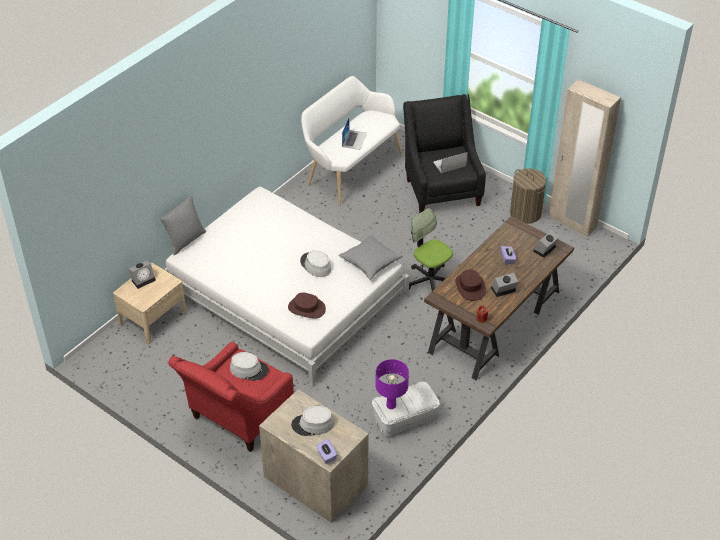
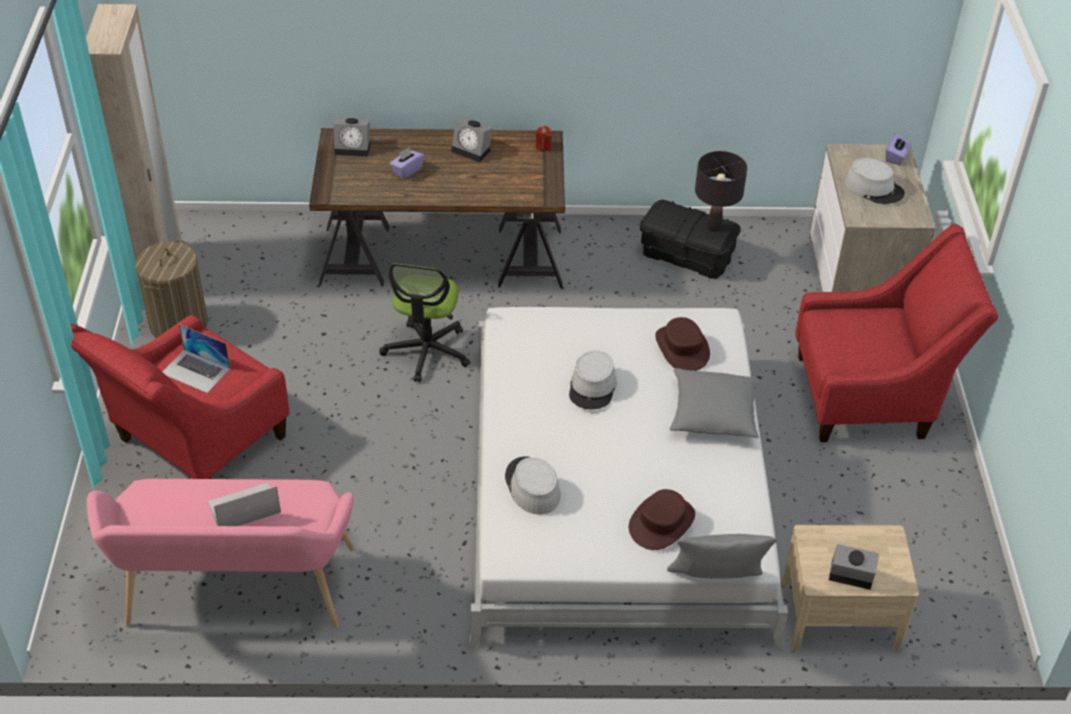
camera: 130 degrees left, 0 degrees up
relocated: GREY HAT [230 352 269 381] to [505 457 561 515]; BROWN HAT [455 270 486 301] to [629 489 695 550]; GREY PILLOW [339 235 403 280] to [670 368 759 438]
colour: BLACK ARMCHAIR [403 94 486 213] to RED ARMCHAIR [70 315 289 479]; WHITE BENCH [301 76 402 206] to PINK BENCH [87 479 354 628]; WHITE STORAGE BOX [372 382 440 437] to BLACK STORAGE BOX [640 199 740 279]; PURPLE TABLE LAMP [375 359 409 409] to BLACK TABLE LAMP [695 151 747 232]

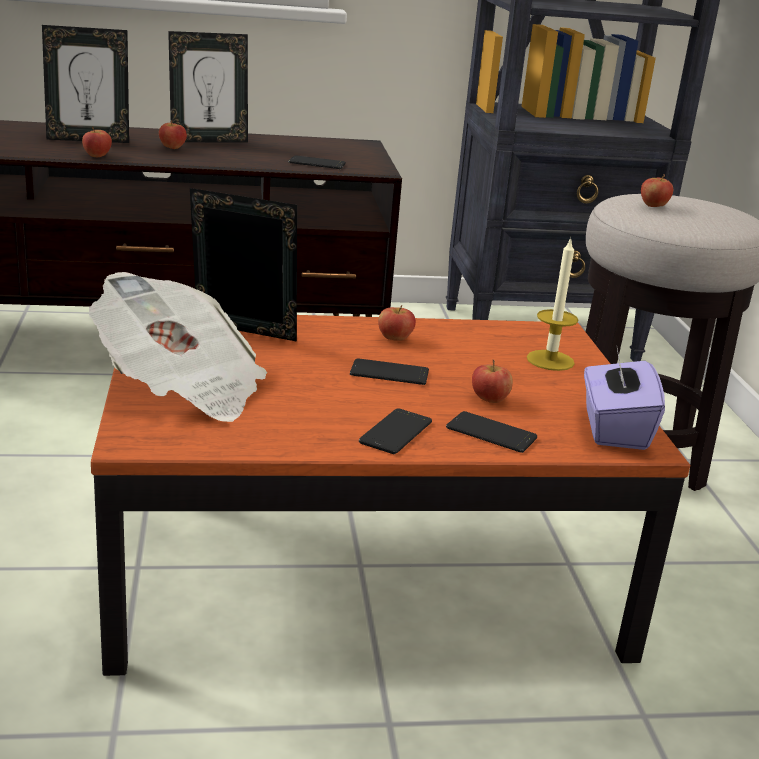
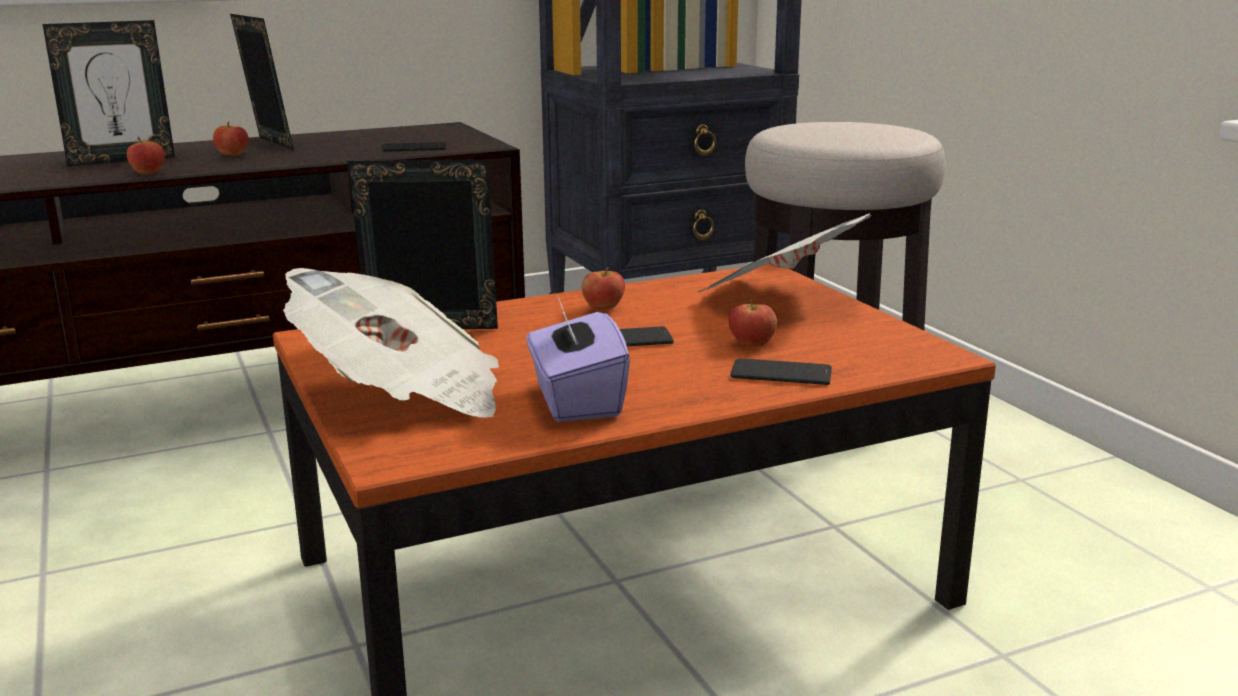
camera: 15 degrees left, 5 degrees down
missing: PHONE [359 408 432 454]; APPLE [641 174 673 207]
relocated: PURPLE TISSUE BOX [584 348 665 450] to [527 297 630 422]
exchanged: CANDLE [527 237 578 371] to NEWSPAPER [698 213 872 292]
spun: PICTURE FRAME [168 31 248 143] = [230 14 294 150] 90 degrees counterclockwise

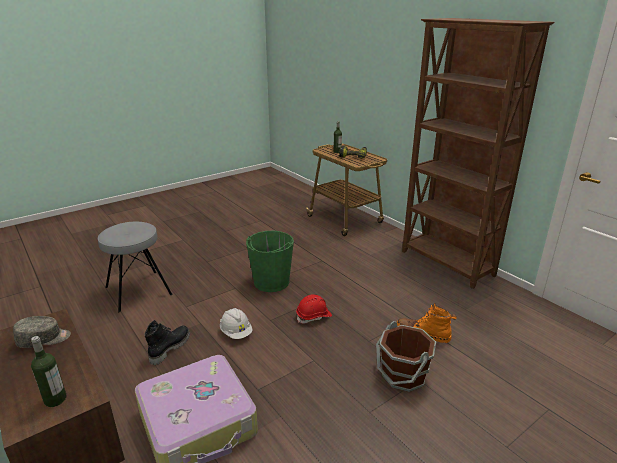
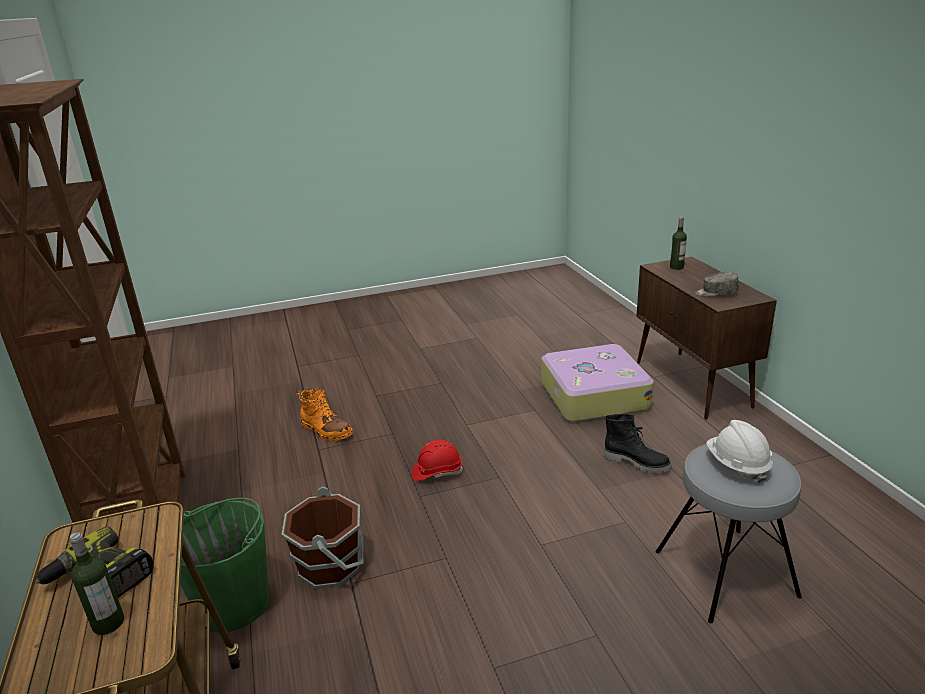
camera: 160 degrees left, 0 degrees up
relocated: GREEN BUCKET [246 231 294 292] to [176 498 270 632]; BROWN BUCKET [376 321 436 392] to [282 486 364 589]; WHITE HARD HAT [220 308 253 339] to [706 420 773 483]
spun: BLACK BOOT [144 320 190 365] = [604 414 671 473] 105 degrees counterclockwise

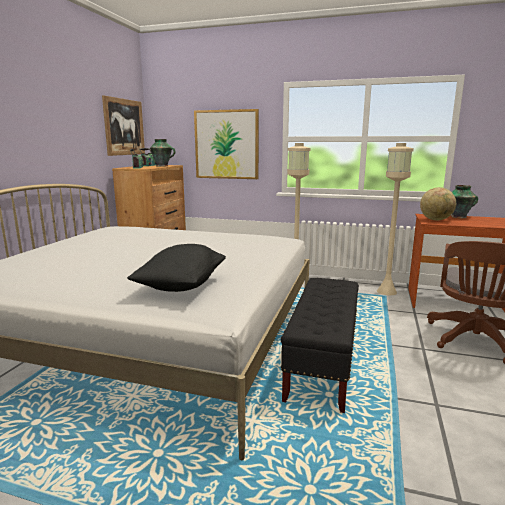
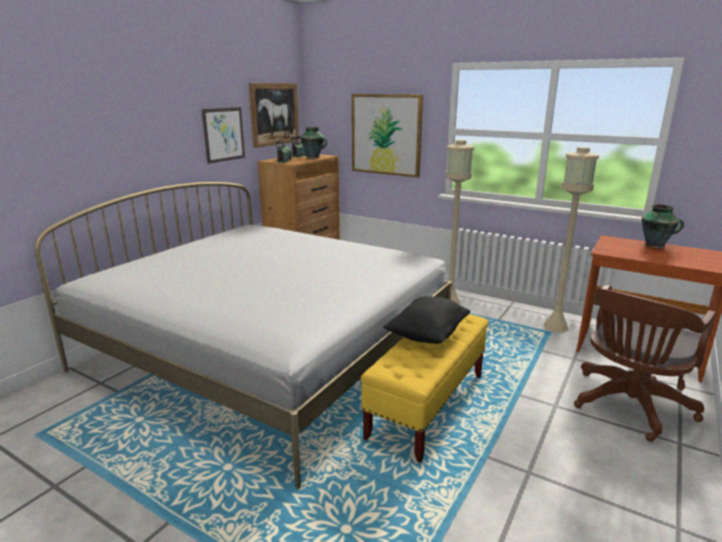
camera: 15 degrees right, 5 degrees up
missing: GLOBE [420 187 456 221]
appeared: PICTURE [202 107 245 164]
relocated: BLACK PILLOW [127 244 226 292] to [383 296 470 344]
colour: BLACK BENCH [281 278 359 413] to YELLOW BENCH [361 314 489 463]

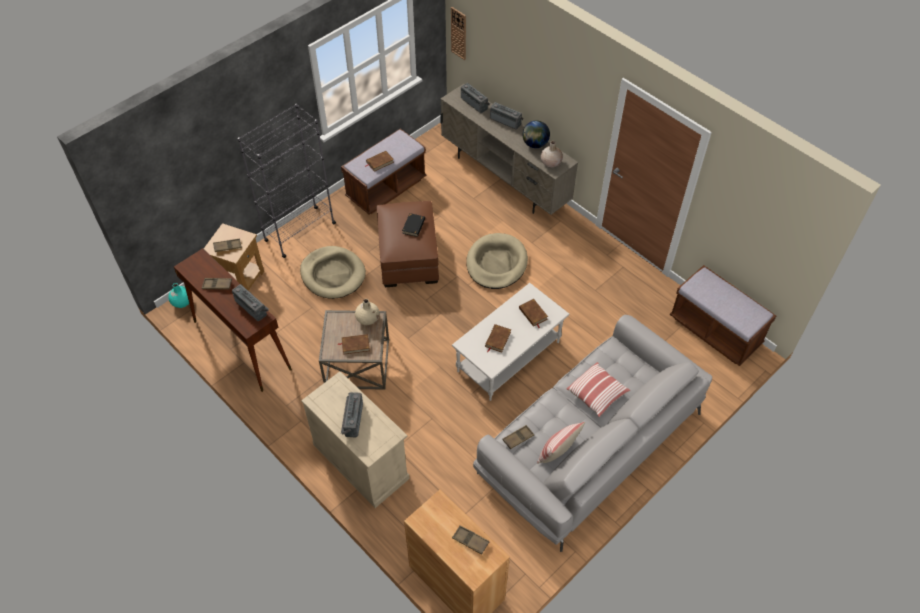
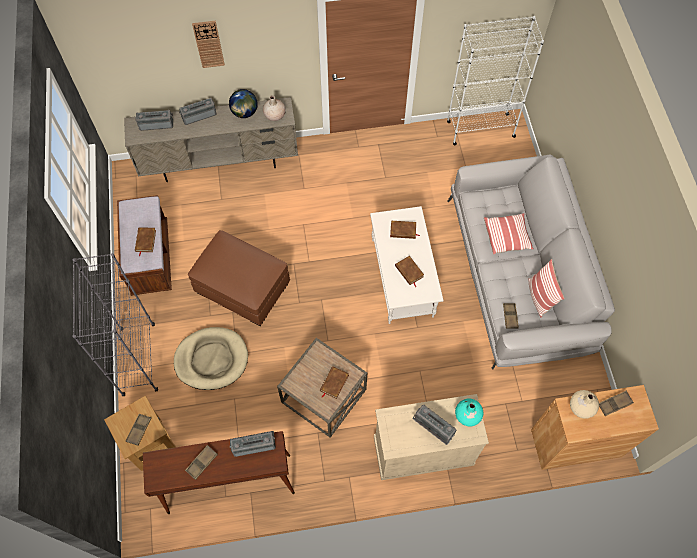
camera: 55 degrees left, 10 degrees up
missing: BLACK BOOK [402 213 425 237]; BEIGE DOG BED [466 233 528 289]
relocated: WALL CLOCK [451 7 466 60] to [192 21 225 68]; TURQUOISE VASE [168 283 189 308] to [455 399 483 426]; BEIGE VASE [355 299 380 325] to [570 390 599 419]
exchanged: BROWN BENCH [670 265 776 366] to WHITE BOOKCASE [447 16 544 145]

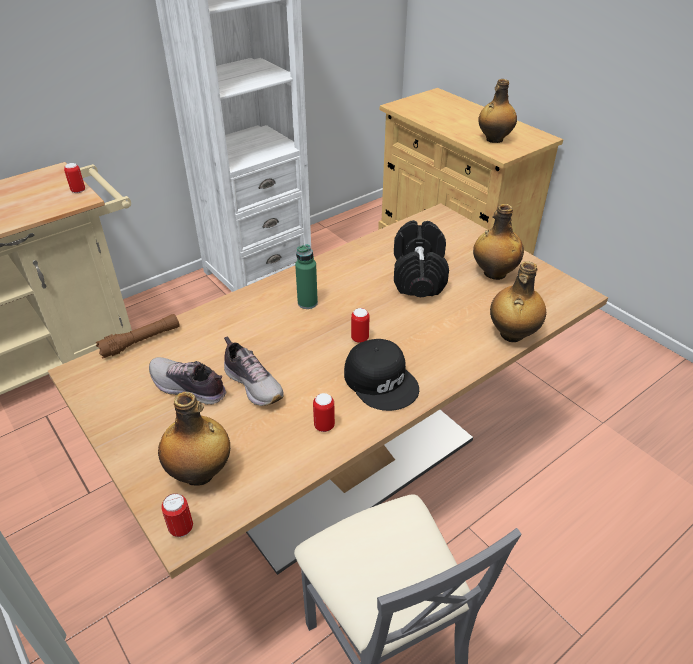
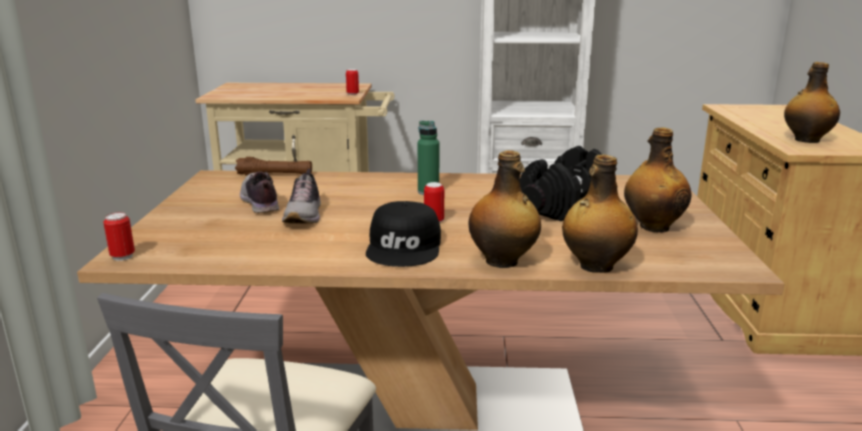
camera: 40 degrees right, 20 degrees down
missing: CAN [313 393 335 432]
relocated: BOTTLE [158 392 230 485] to [468 151 541 268]

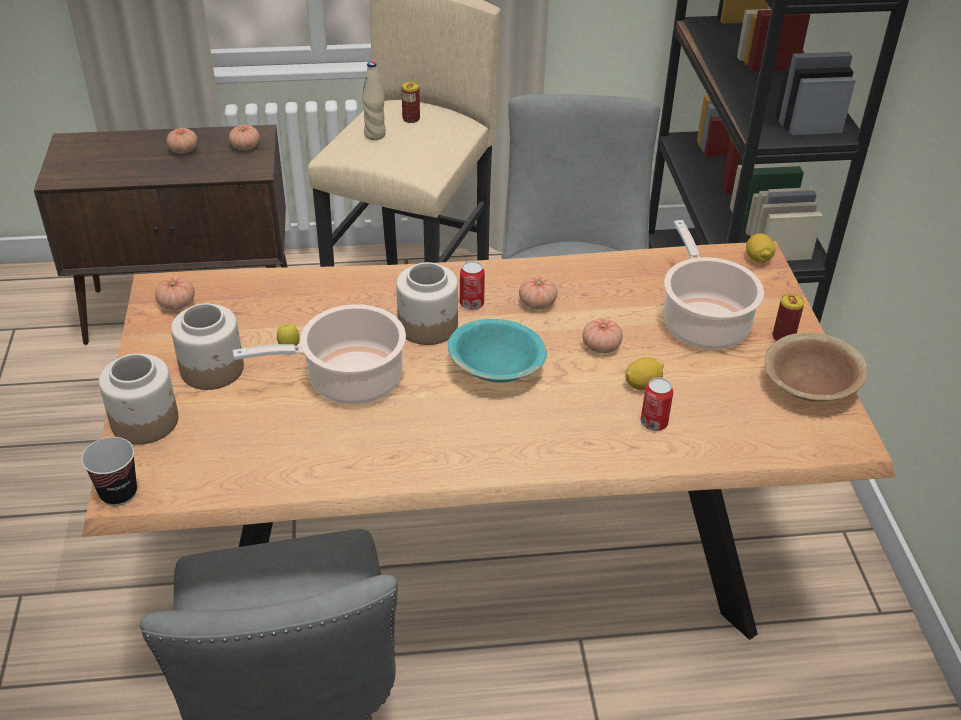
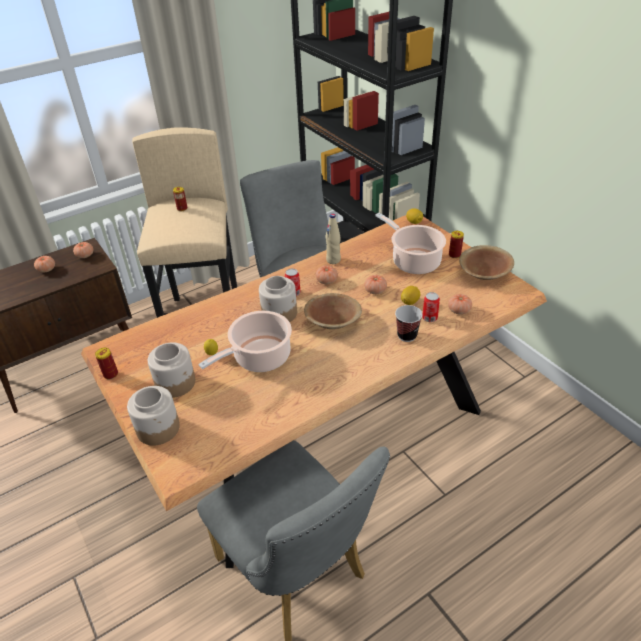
camera: 25 degrees left, 0 degrees up
appeared: CAN [95 348 118 379]
relocated: BEIGE BOTTLE [362 61 386 140] to [325 214 341 264]; CUP [81 437 137 506] to [395 305 423 342]; TOMATO [155 277 195 310] to [448 294 472 315]
colour: TURQUOISE BOWL [448 319 547 383] to BROWN BOWL [304 293 362 329]

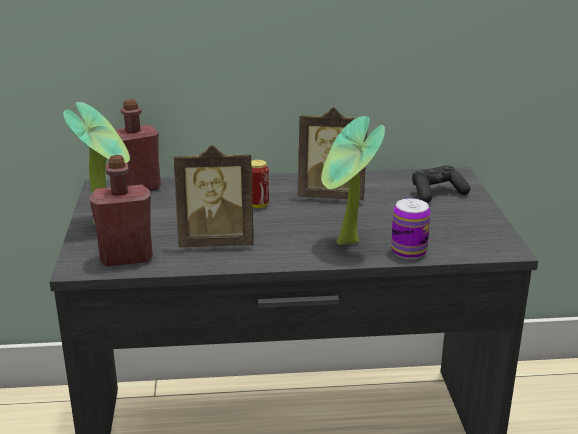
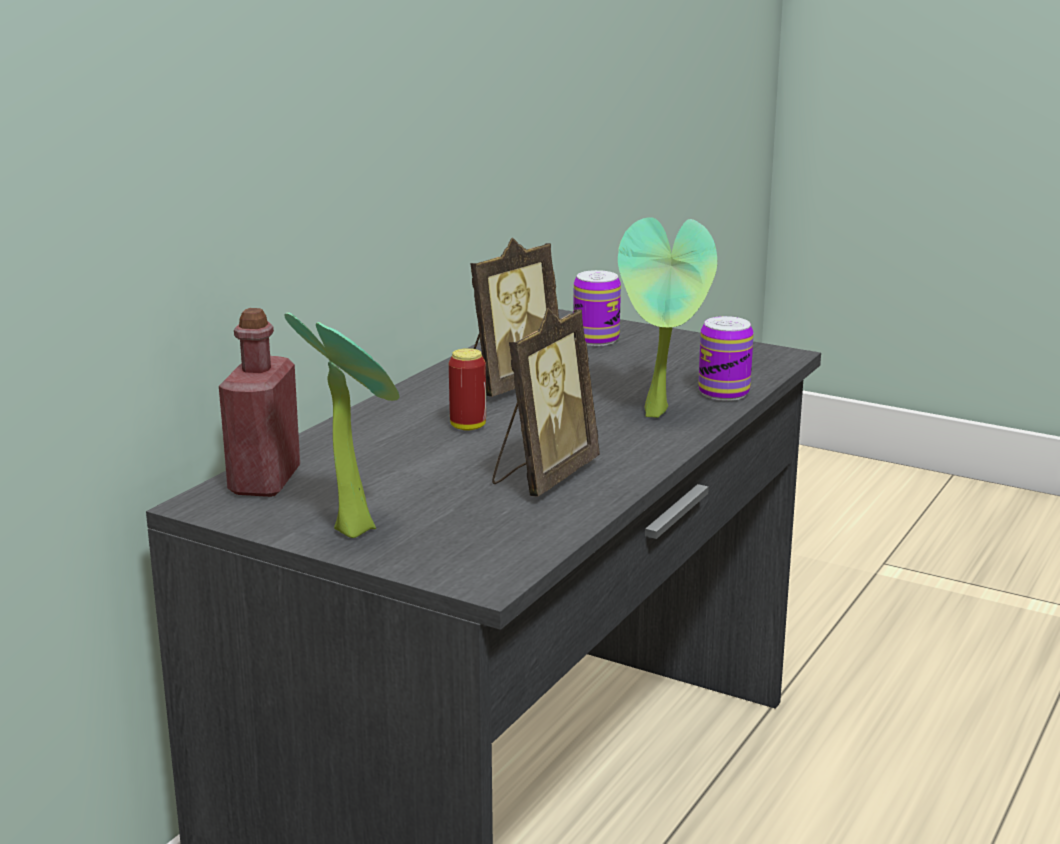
camera: 55 degrees left, 5 degrees down
missing: RED BOTTLE [90 155 153 266]
exchanged: BLACK GAME CONTROLLER [412 165 470 203] to CAN [573 270 621 346]

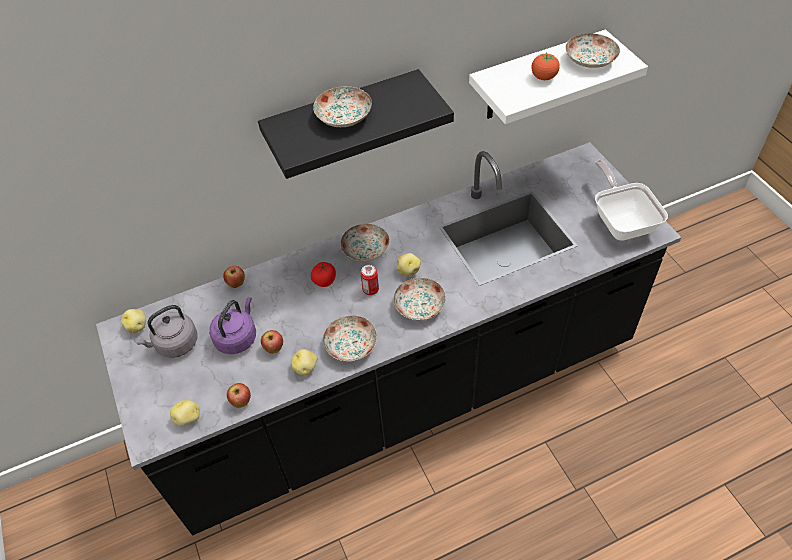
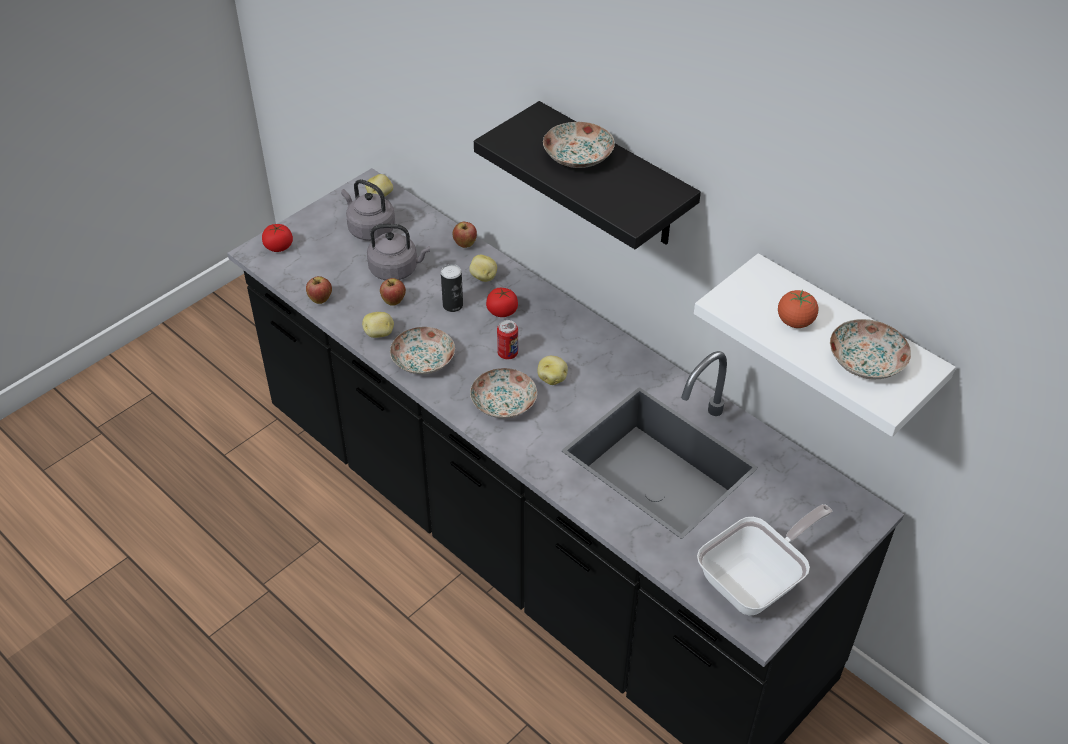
camera: 65 degrees right, 5 degrees down
missing: PLATE [340 224 390 262]
appeared: TOMATO [262 224 293 252]; CAN [441 264 463 312]
relocated: POTATO [170 400 200 426] to [469 255 497 282]
colour: PURPLE KETTLE [209 297 256 354] to GREY KETTLE [367 224 430 280]

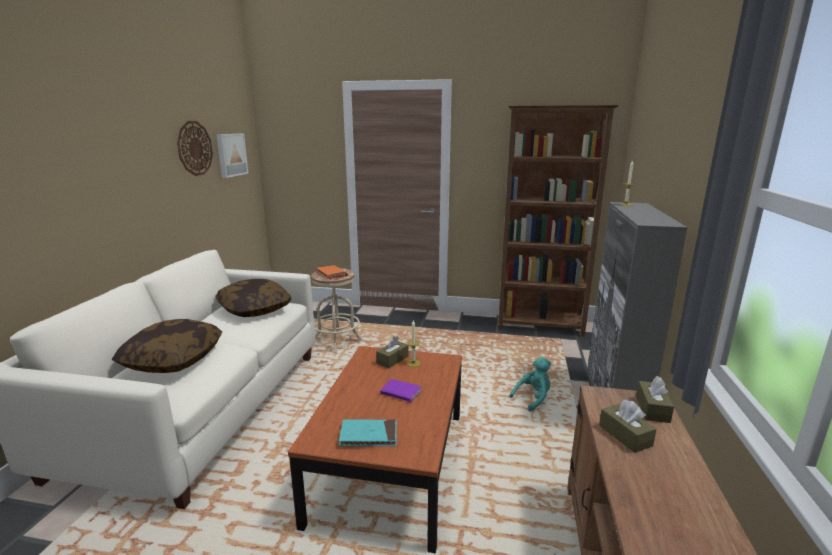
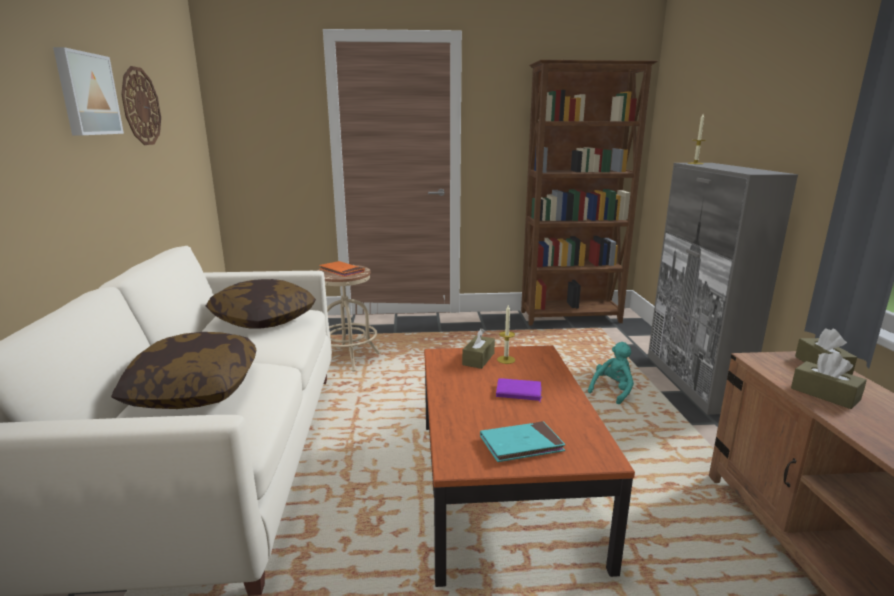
camera: 15 degrees left, 0 degrees up
relocated: PICTURE [217 134 249 178] to [53 47 124 135]

